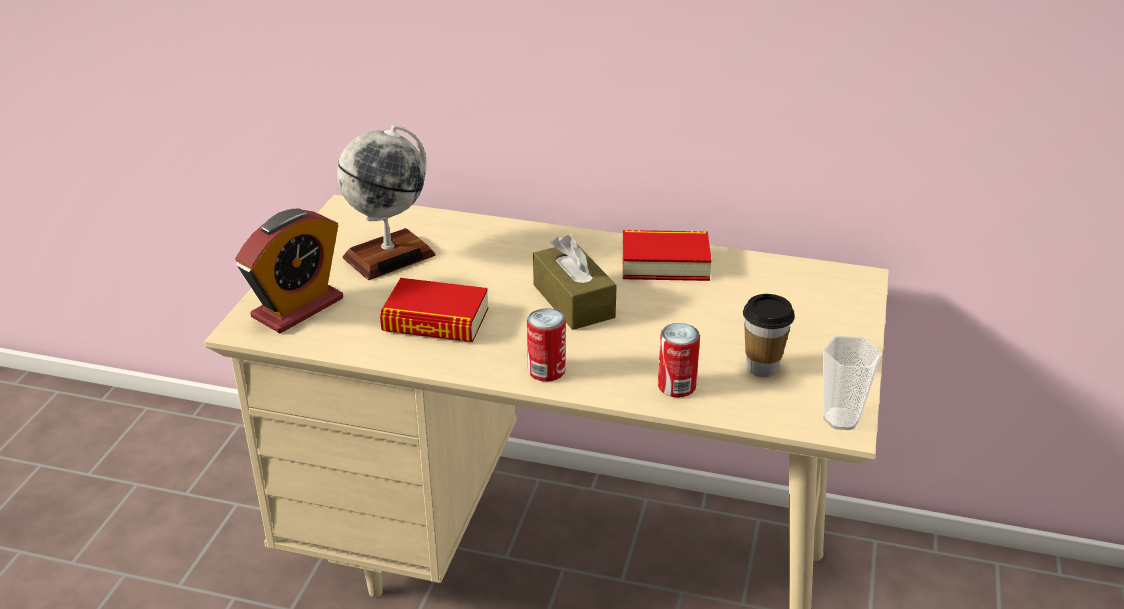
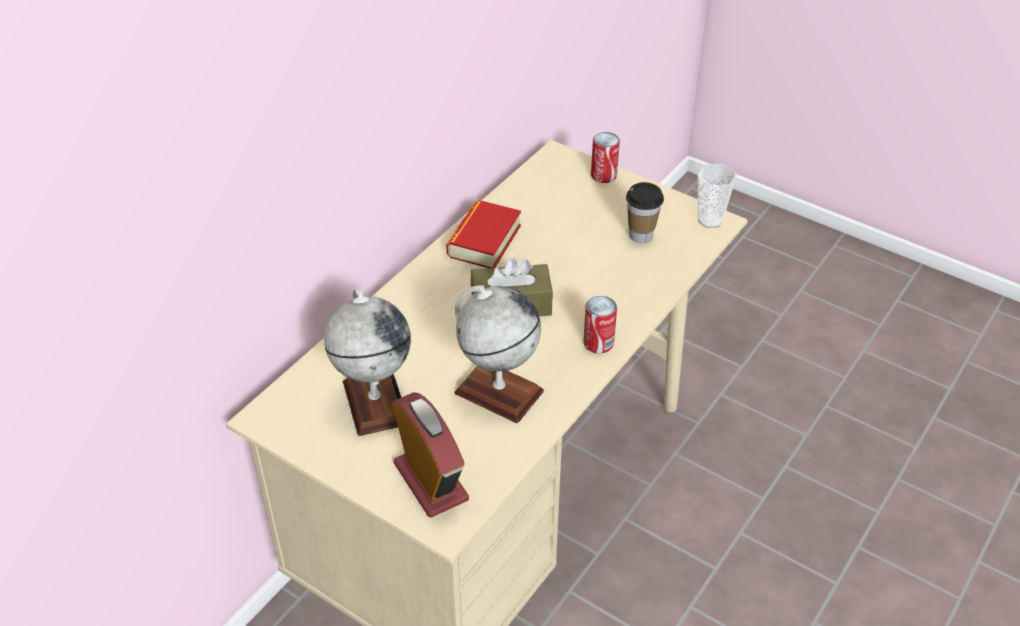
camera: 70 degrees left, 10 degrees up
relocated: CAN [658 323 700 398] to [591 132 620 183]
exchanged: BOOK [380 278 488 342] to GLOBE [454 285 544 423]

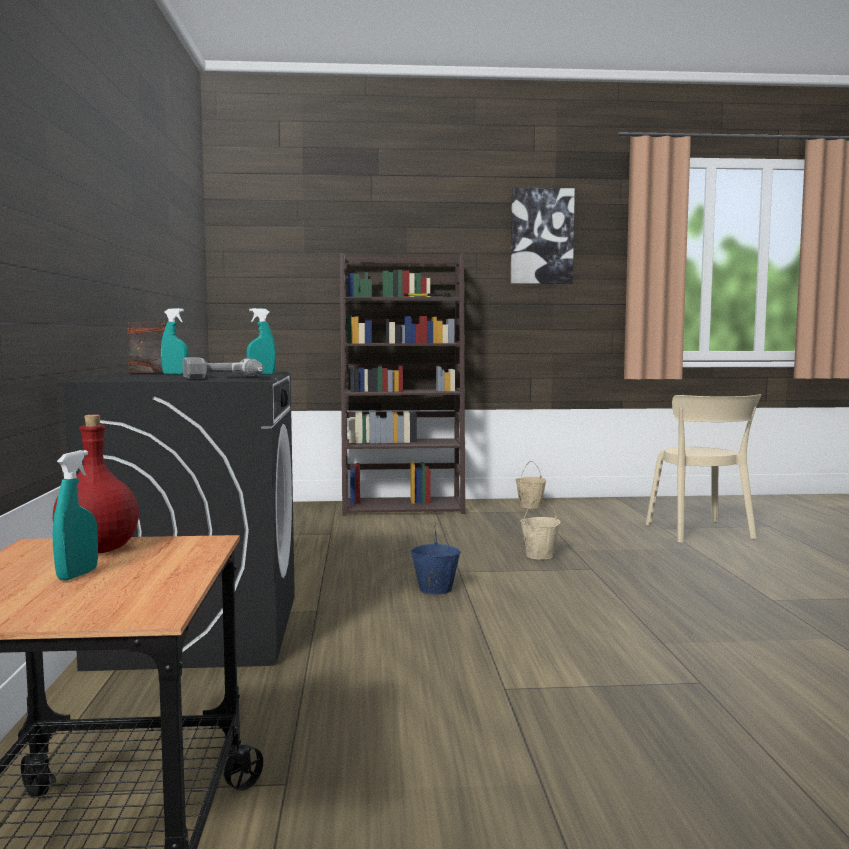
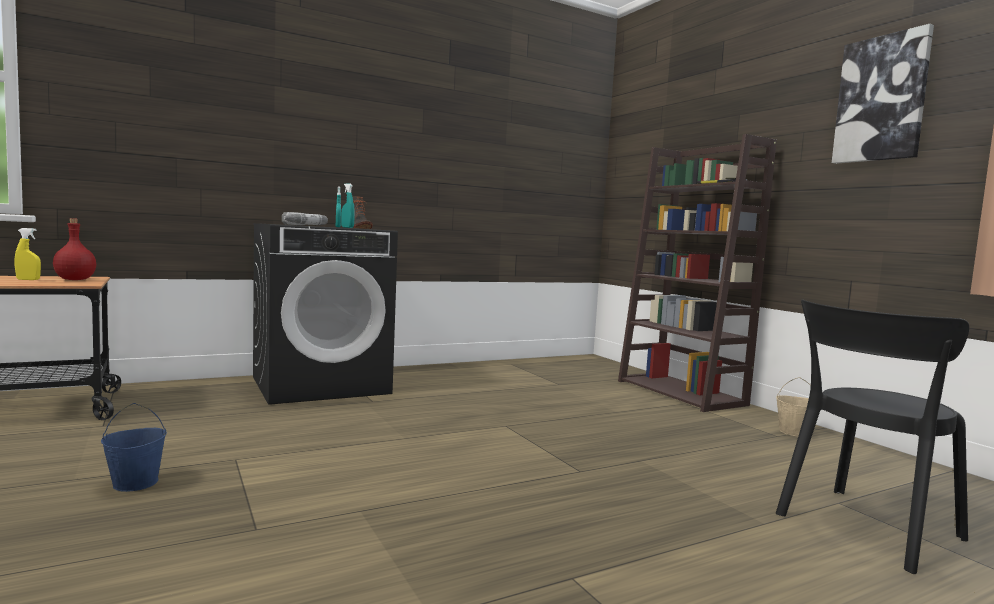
camera: 65 degrees right, 0 degrees up
missing: BEIGE BUCKET [521 497 560 559]
relocated: BLUE BUCKET [410 523 461 595] to [101 403 167 492]
colour: TURQUOISE SPRAY BOTTLE [53 450 98 581] to YELLOW SPRAY BOTTLE [14 228 41 280]; BEIGE CHAIR [646 394 761 543] to BLACK CHAIR [776 300 969 574]

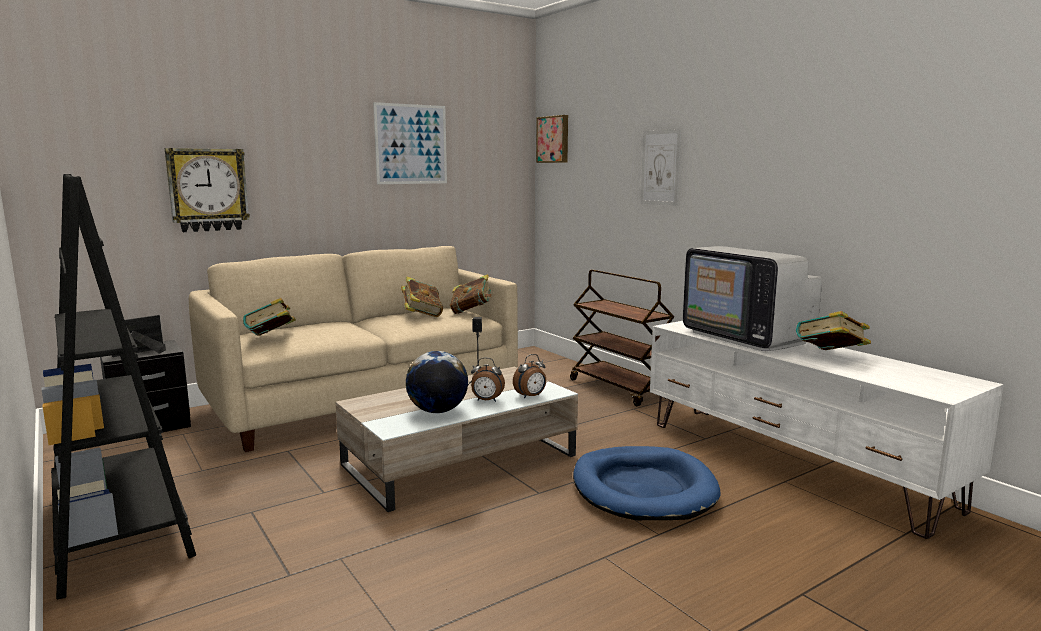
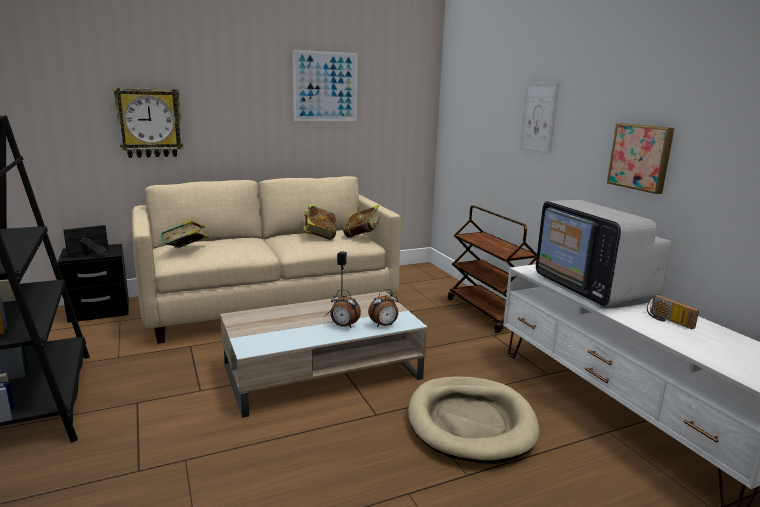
camera: 10 degrees right, 5 degrees up
missing: GLOBE [406 351 468 413]
relocated: PICTURE [536 115 568 163] to [607 123 674 194]
exchanged: BOOK [796 311 871 350] to RADIO [647 295 699 329]
colour: BLUE DOG BED [573 446 721 521] to BEIGE DOG BED [408 376 540 464]

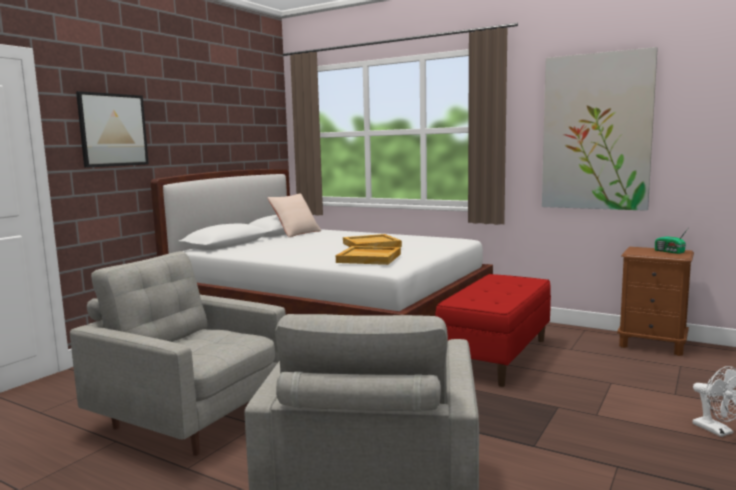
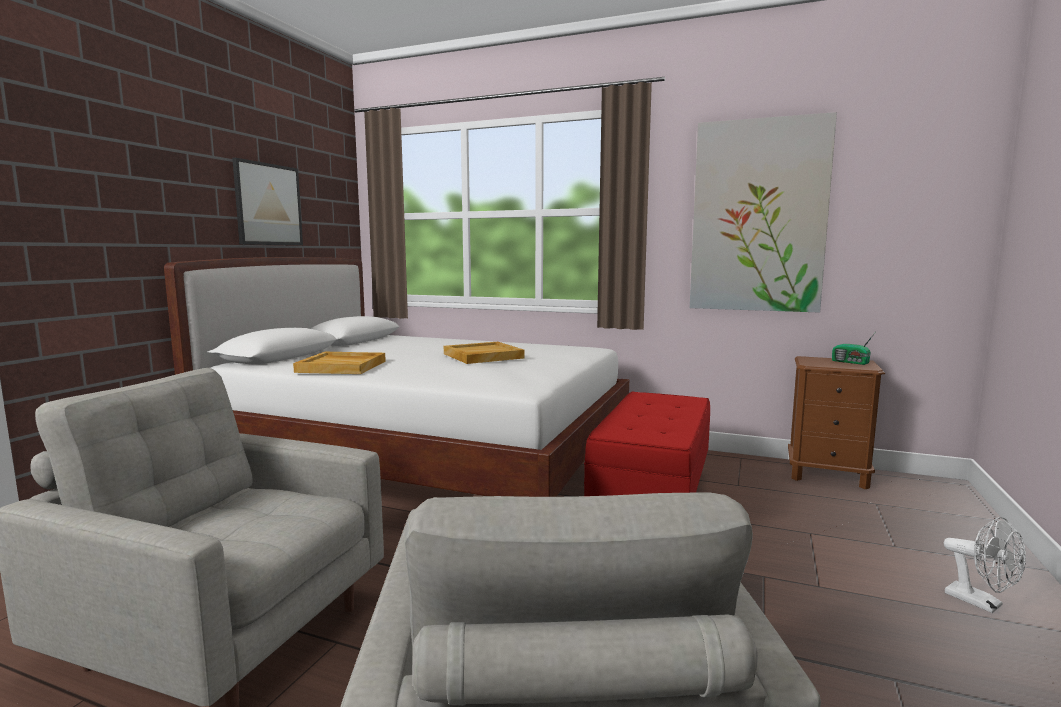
camera: 10 degrees left, 0 degrees up
missing: BEIGE PILLOW [268 193 321 237]
relocated: PICTURE [76 91 149 167] to [232 158 303 245]; BEIGE TRAY [336 246 401 265] to [293 352 386 374]

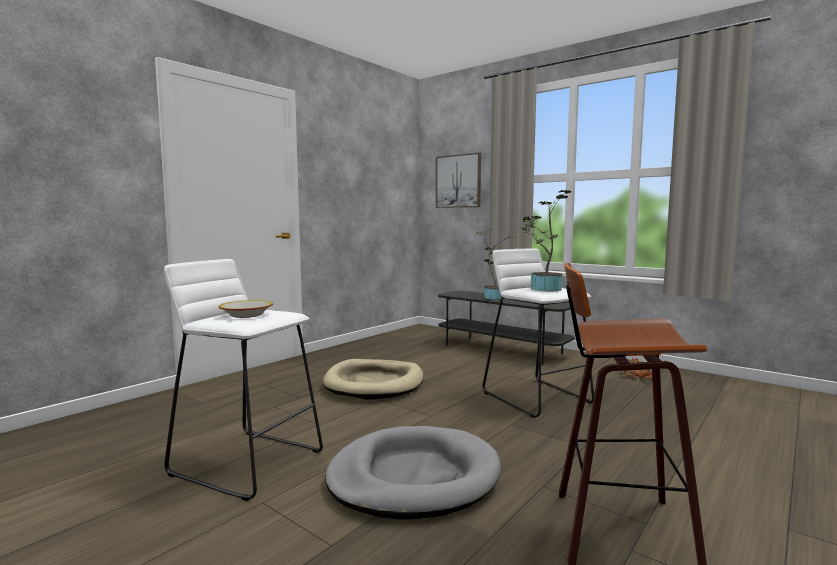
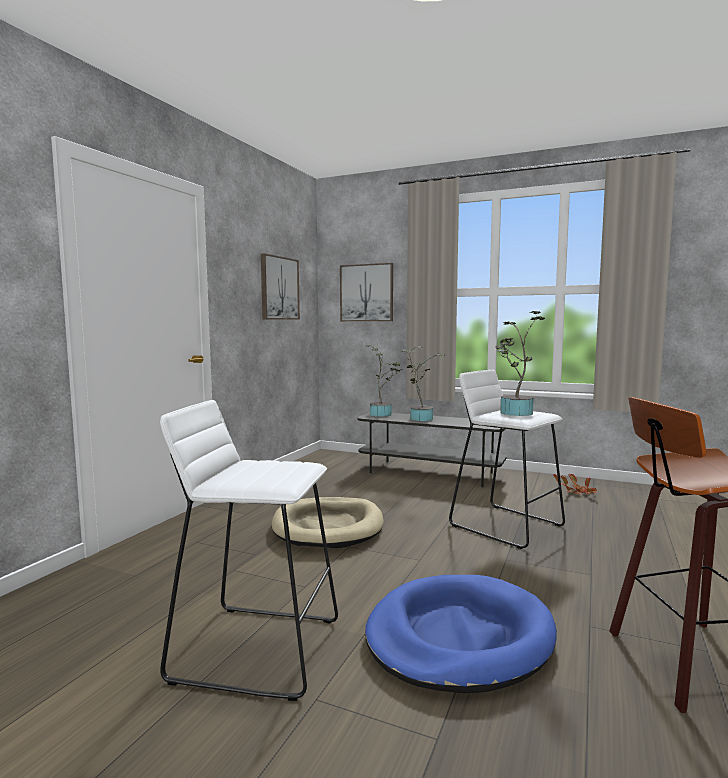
camera: 15 degrees left, 0 degrees up
missing: BOWL [219 300 273 318]
appeared: PICTURE [261 253 300 320]; POTTED PLANT [366 344 401 417]
colour: GREY DOG BED [325 426 501 520] to BLUE DOG BED [365 575 557 693]

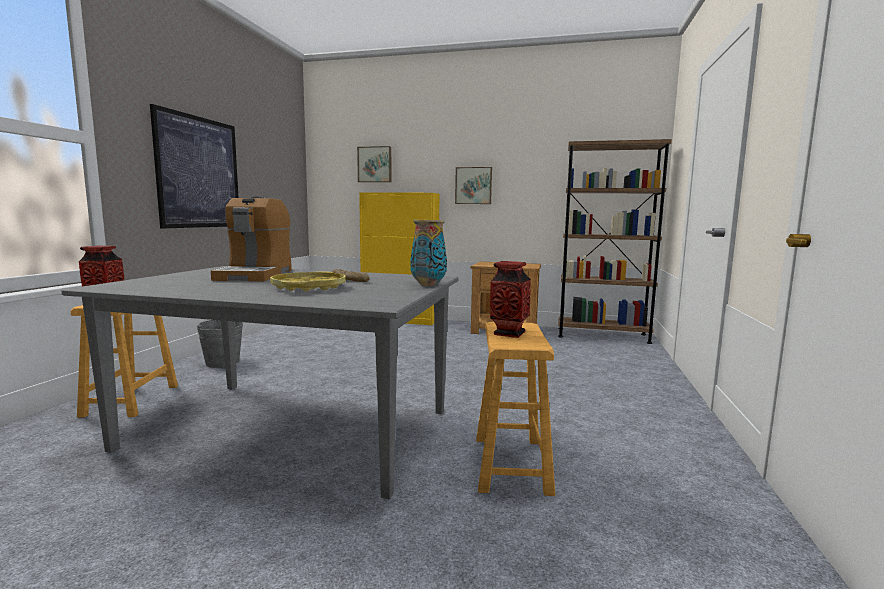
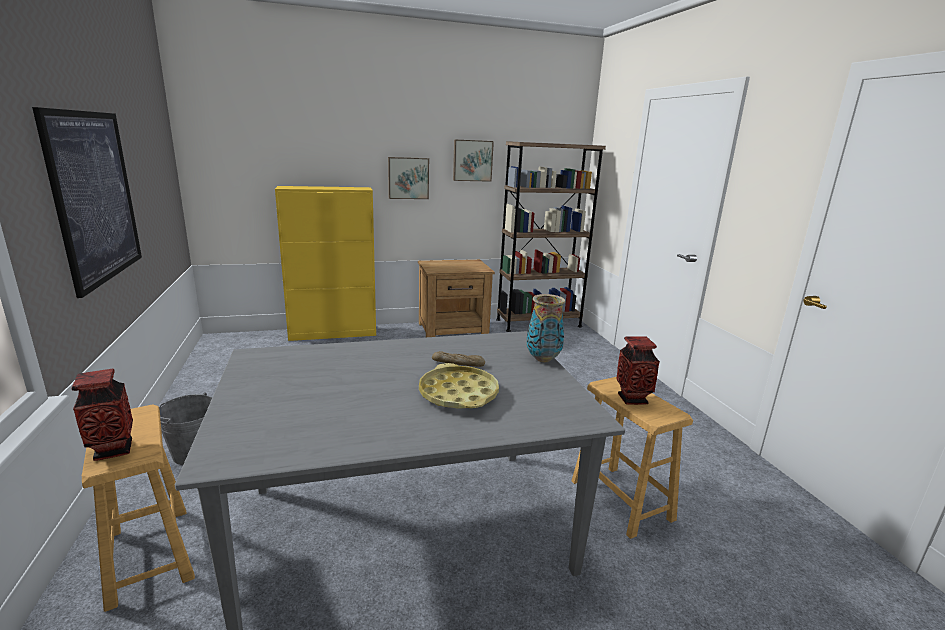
camera: 30 degrees left, 10 degrees up
missing: COFFEE MACHINE [211 196 292 281]
relocated: PICTURE [357 146 391 182] to [453 139 494 182]

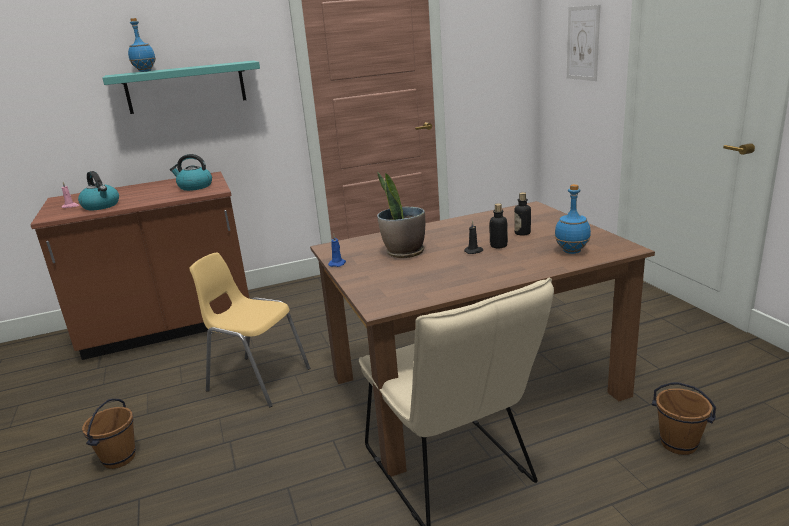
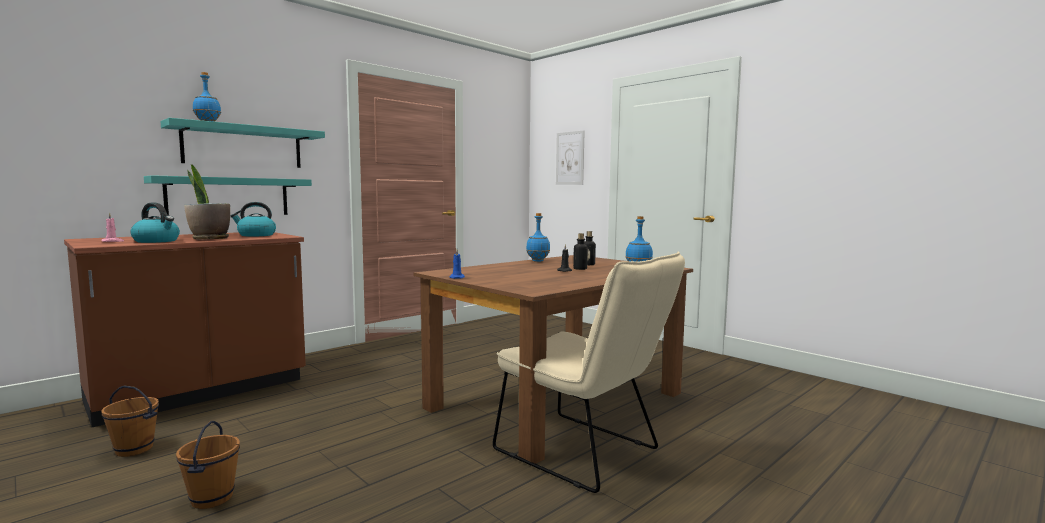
camera: 25 degrees left, 15 degrees down
missing: YELLOW CHAIR [190 252 310 407]
appeared: TURQUOISE SHELF [144 175 312 215]; BLUE BOTTLE [526 213 550 262]
relocated: BROWN BUCKET [652 382 716 455] to [101 386 159 457]; POTTED PLANT [377 172 425 258] to [184 164 230 239]

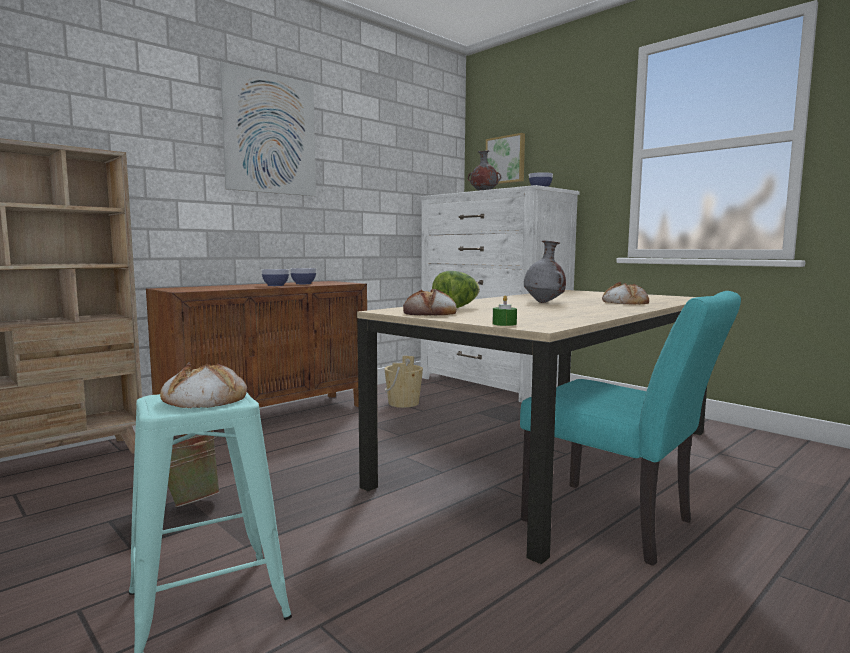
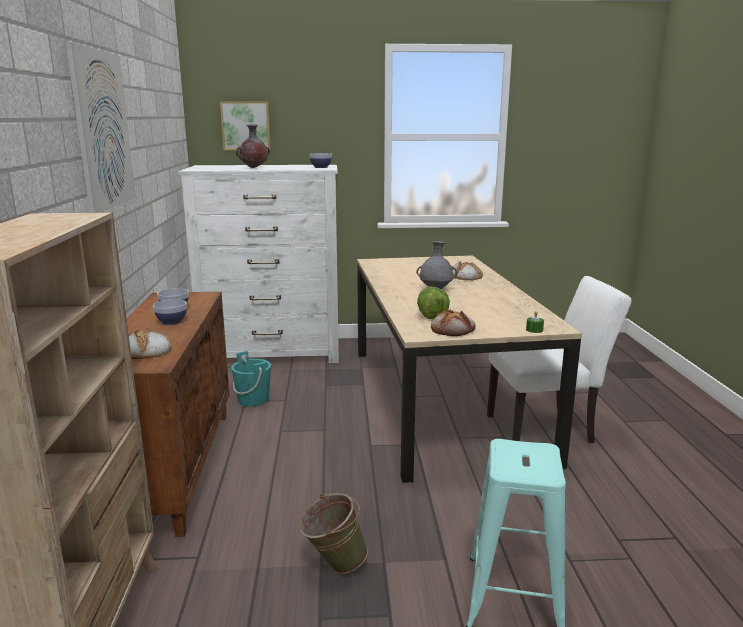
camera: 50 degrees left, 10 degrees up
relocated: BREAD [160 362 247 408] to [129 328 171 359]
colour: BEIGE BUCKET [384 356 423 408] to TURQUOISE BUCKET [231 351 271 407]; TURQUOISE CHAIR [520 291 741 566] to WHITE CHAIR [487 276 632 443]

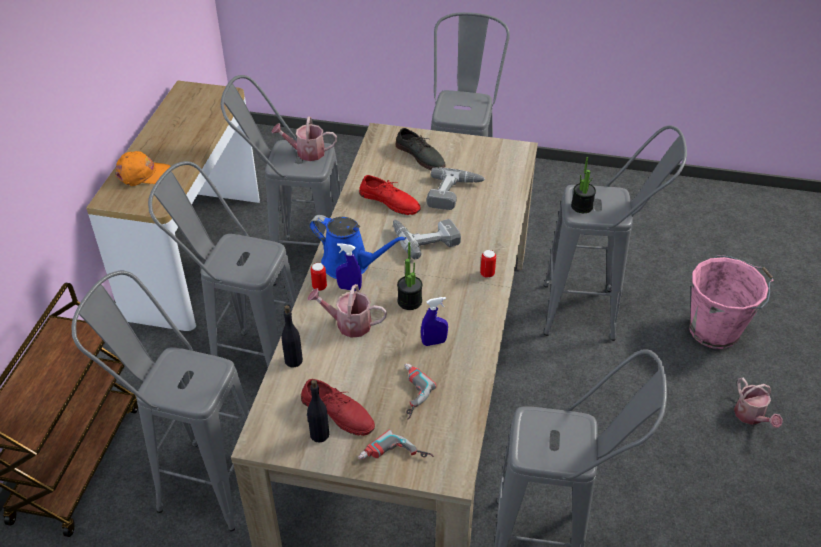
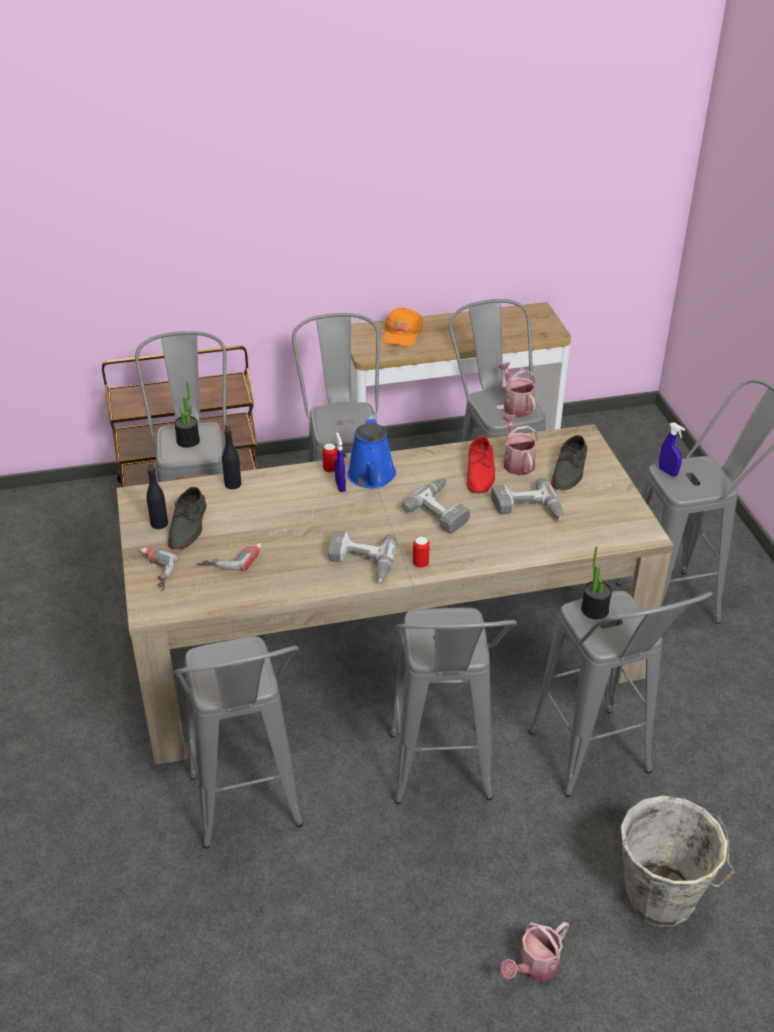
camera: 65 degrees right, 5 degrees down
appeared: POWER DRILL [328 530 397 582]; GREY STOOL [390 608 517 804]
relocated: POTTED PLANT [397 242 422 310] to [174 381 200 448]; WATERING CAN [307 284 387 338] to [502 415 539 476]; BLUE SPRAY BOTTLE [421 297 448 346] to [659 422 685 476]
colour: RED SHOE [301 379 375 436] to GREY SHOE [168 487 206 549]; PINK BUCKET [689 255 774 349] to GREY BUCKET [621 796 735 927]
spun: ORANGE CAP [115 151 171 186] = [383 308 423 346] 45 degrees clockwise

